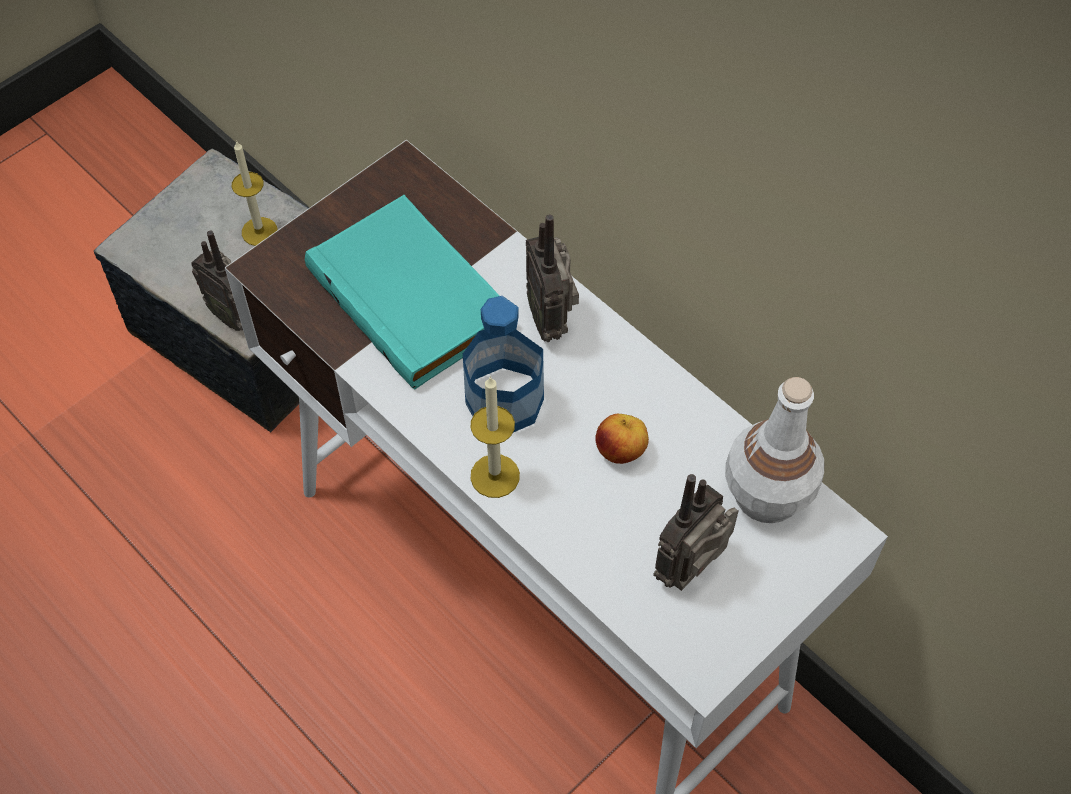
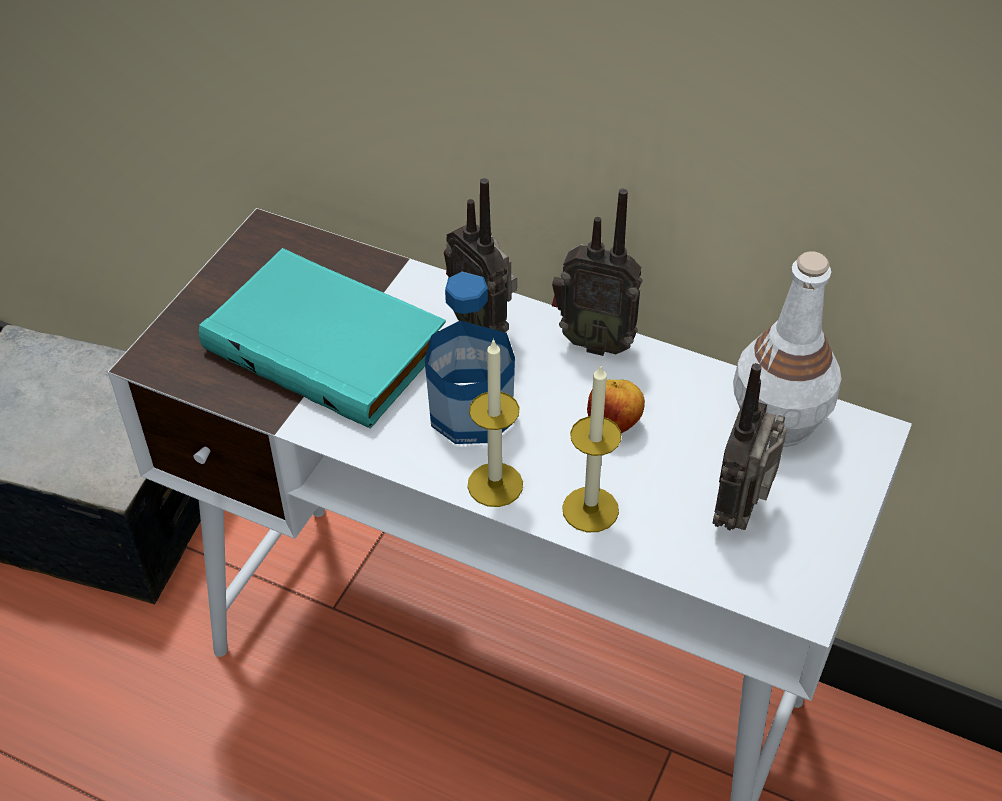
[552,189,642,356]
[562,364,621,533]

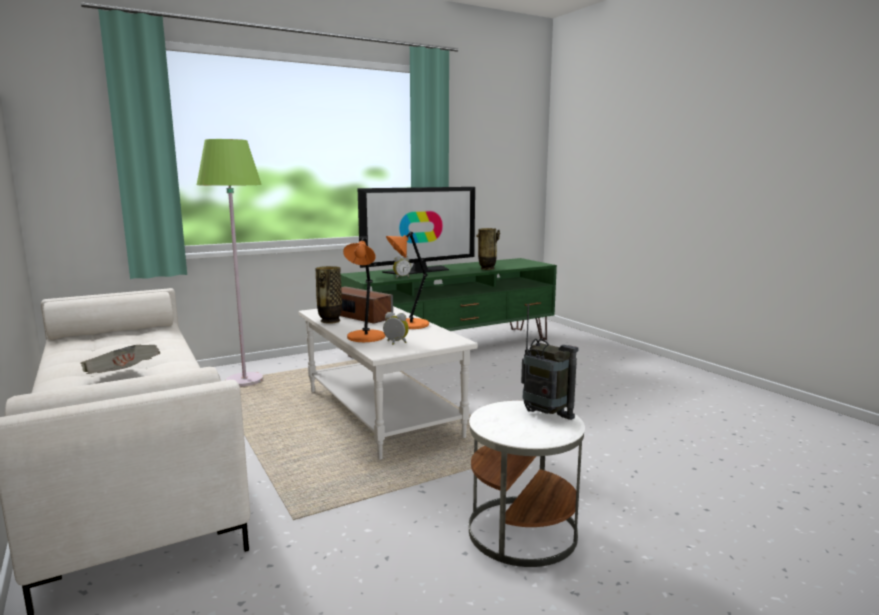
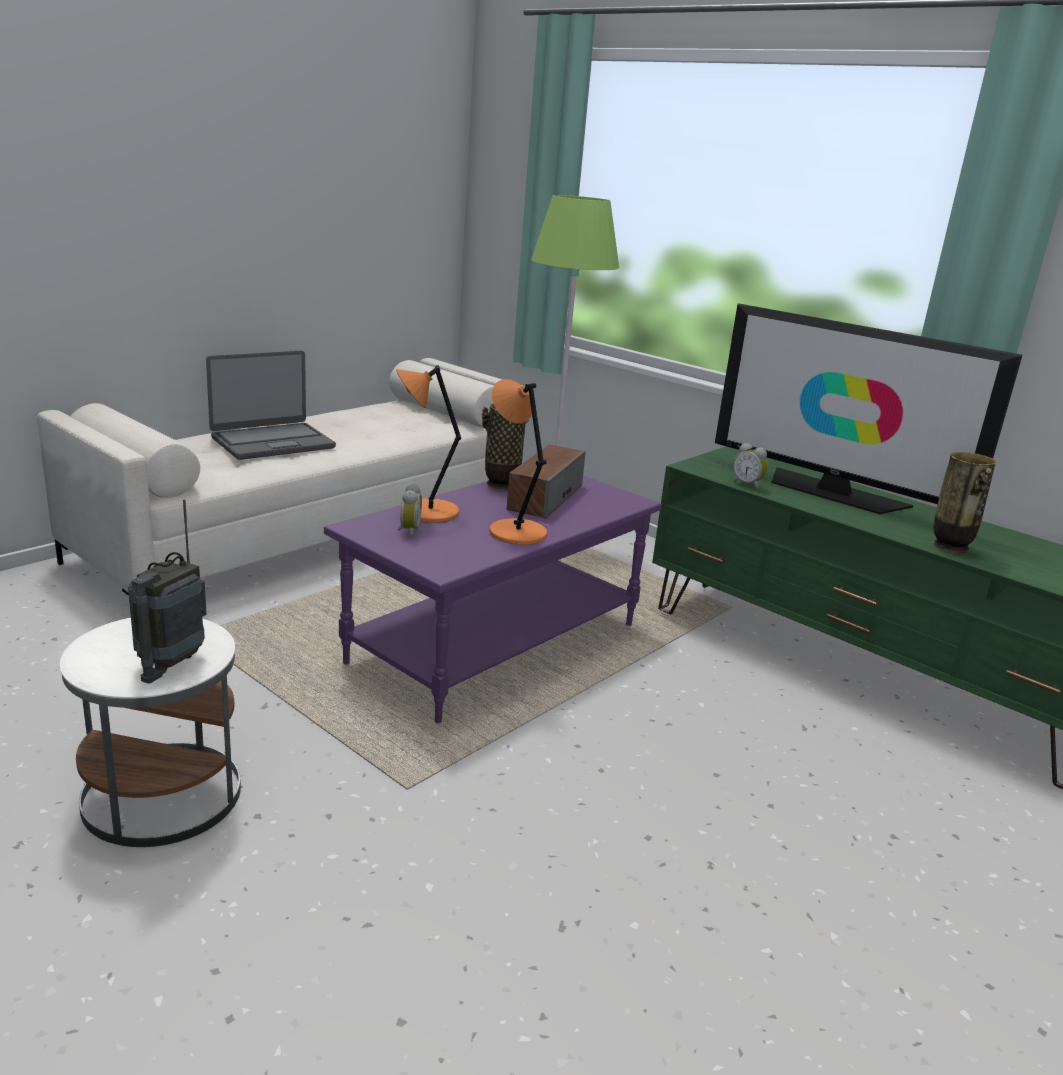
[206,351,336,460]
[324,476,662,723]

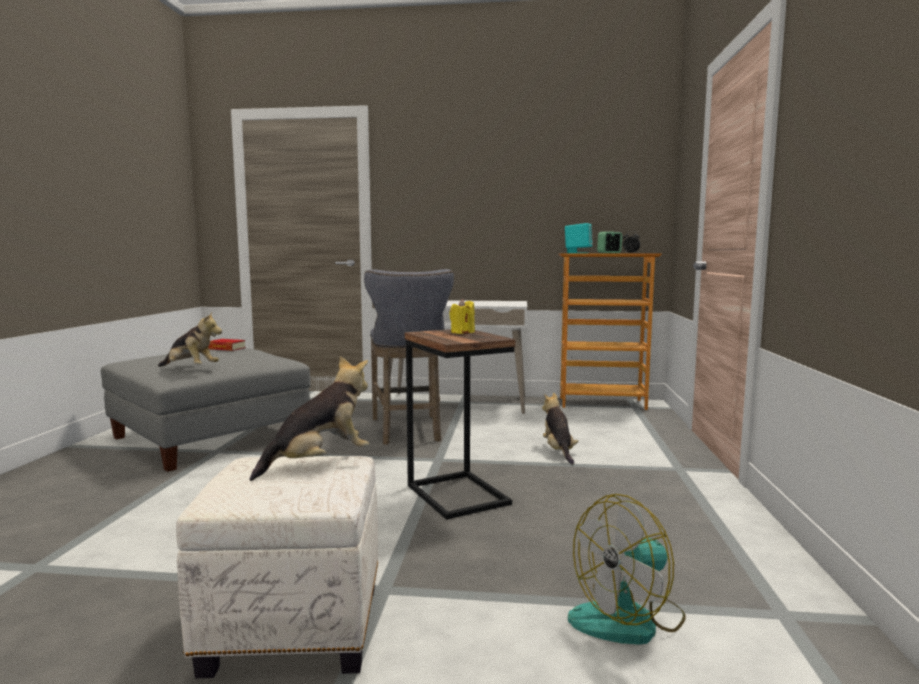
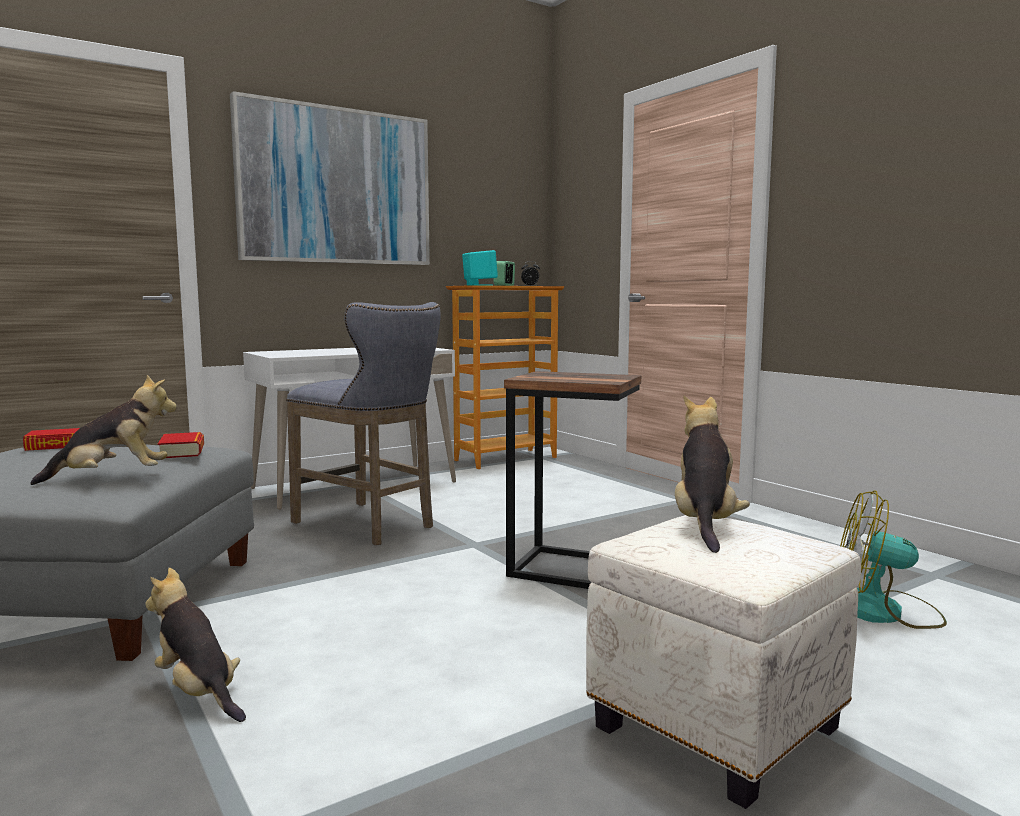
[145,567,246,722]
[158,432,204,458]
[230,91,430,265]
[840,490,947,629]
[449,299,475,334] (first image)

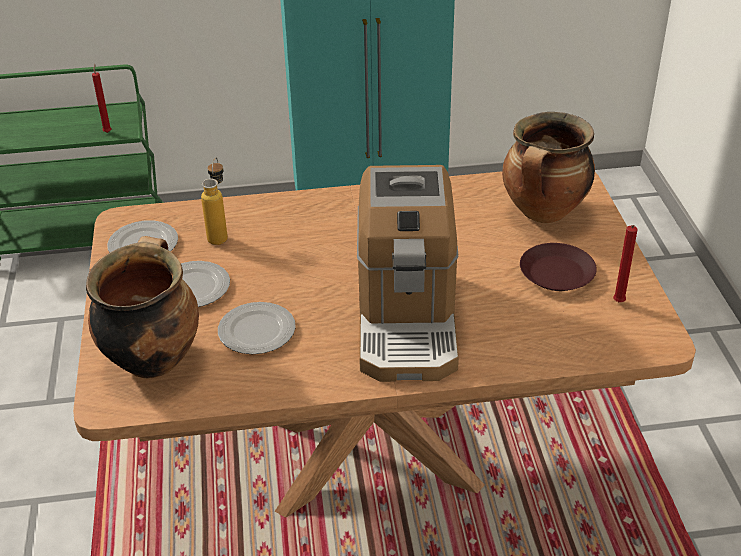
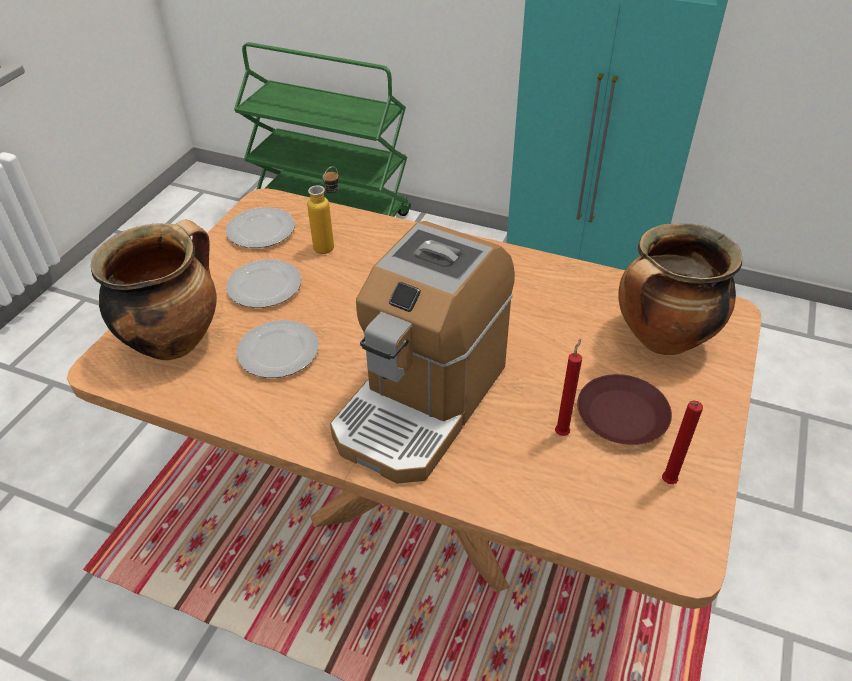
[555,339,582,436]

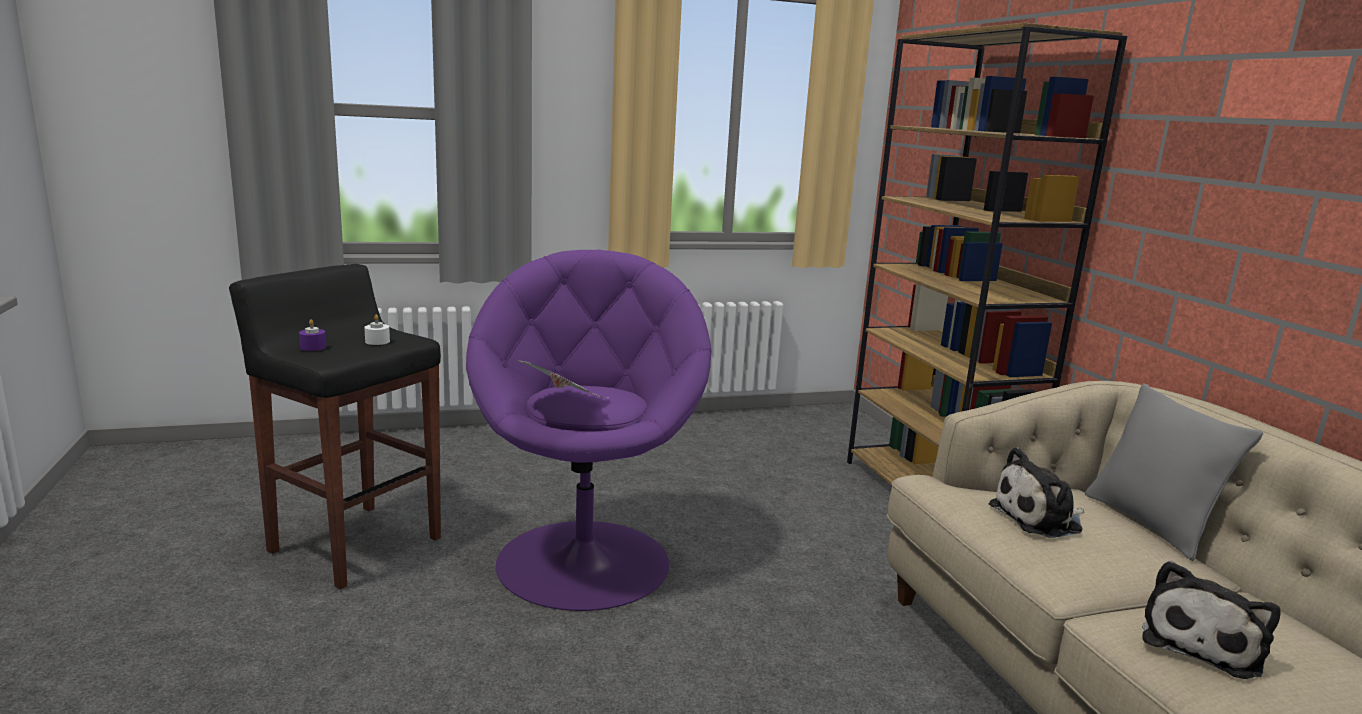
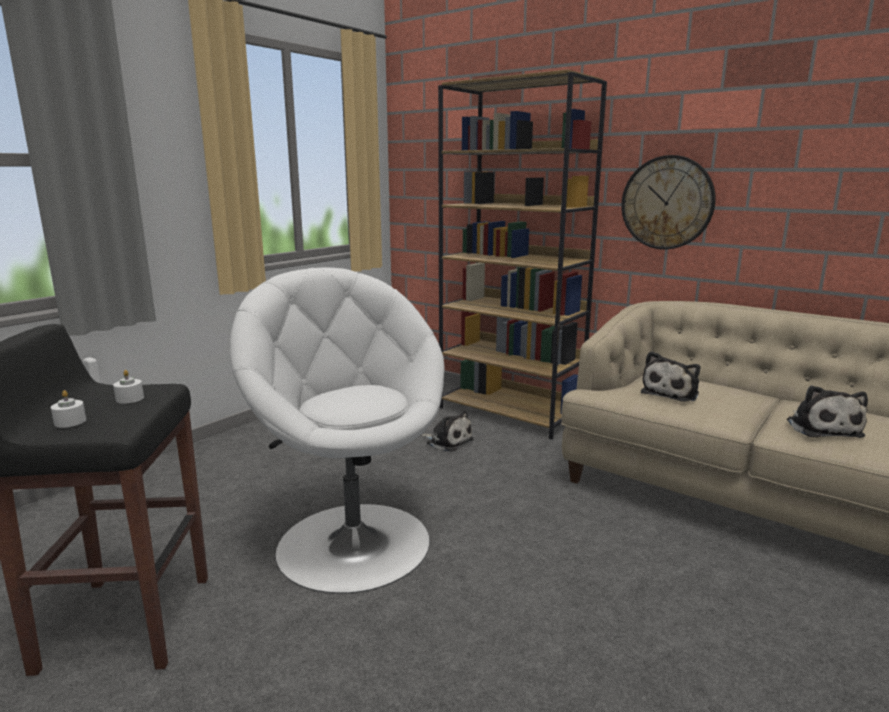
[51,390,86,428]
[230,268,445,594]
[422,410,474,452]
[621,155,716,250]
[517,361,608,398] (first image)
[1085,383,1263,561] (first image)

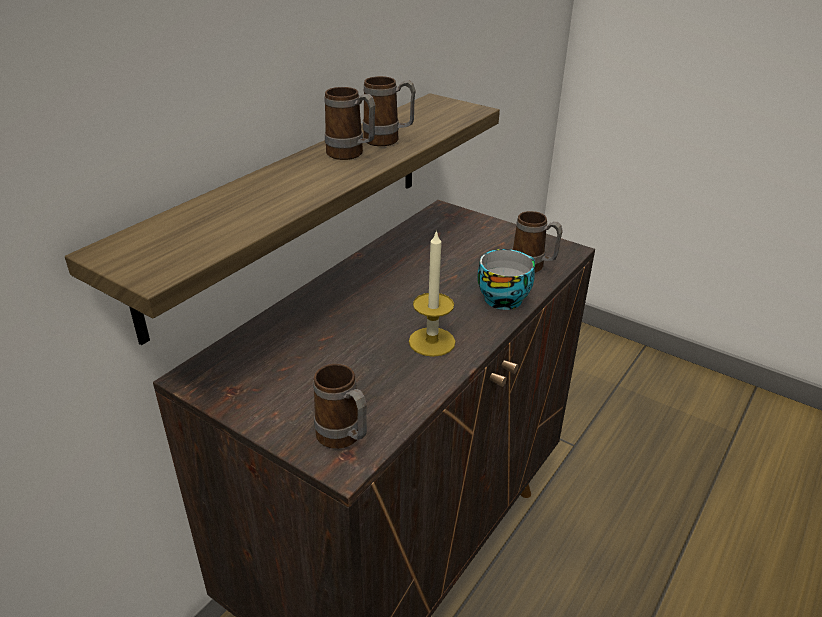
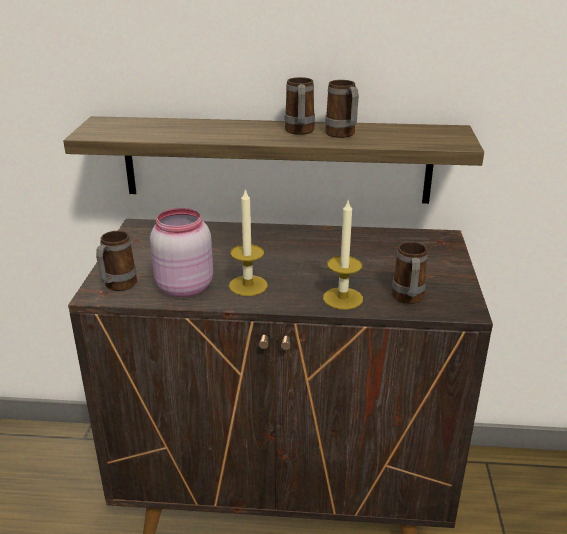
[150,208,213,297]
[323,201,363,310]

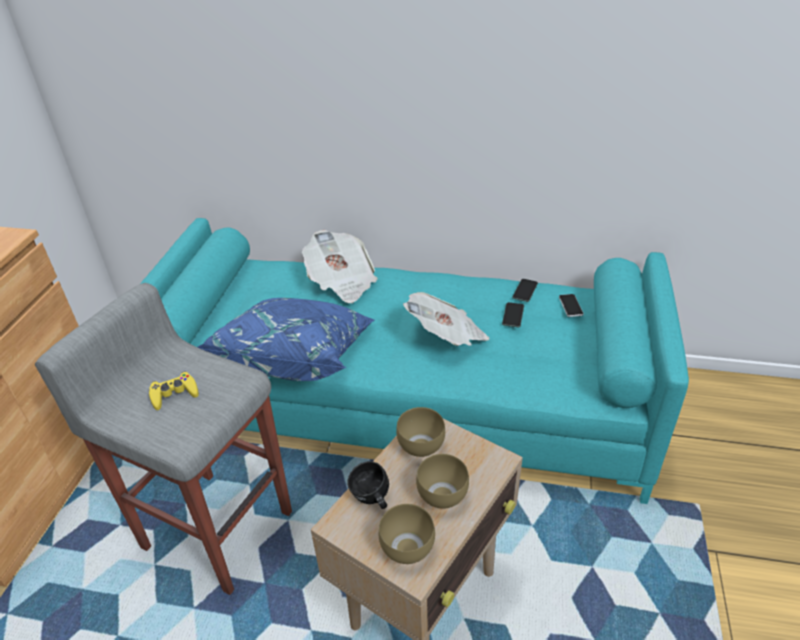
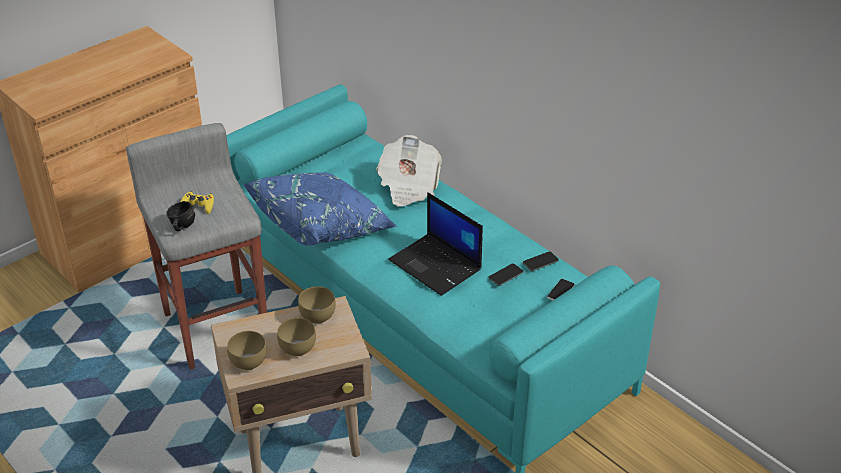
[166,201,195,231]
[388,192,483,296]

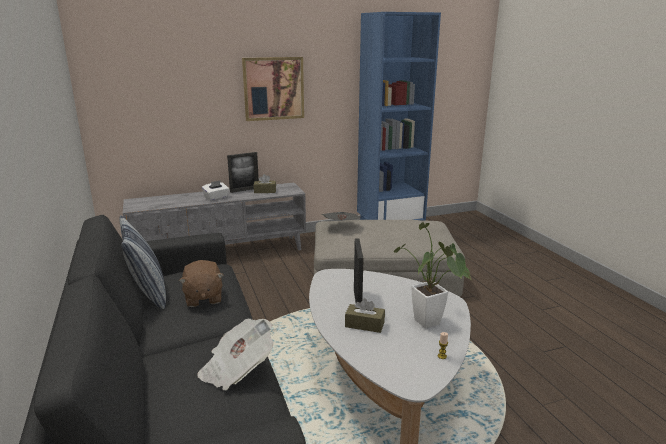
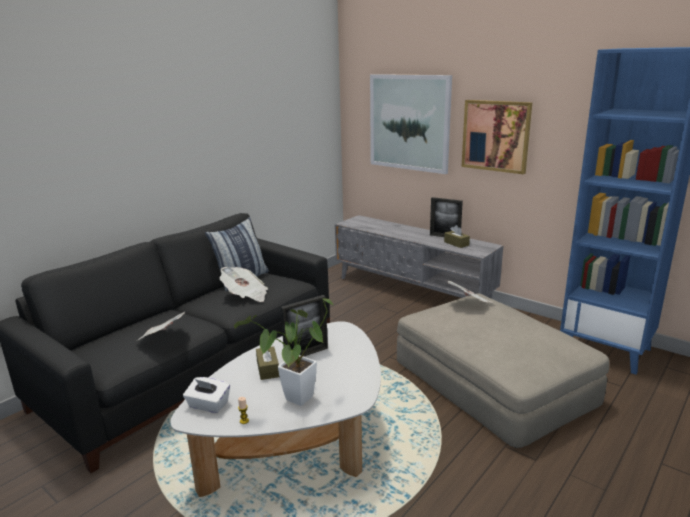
[183,377,230,413]
[220,267,268,302]
[370,74,452,174]

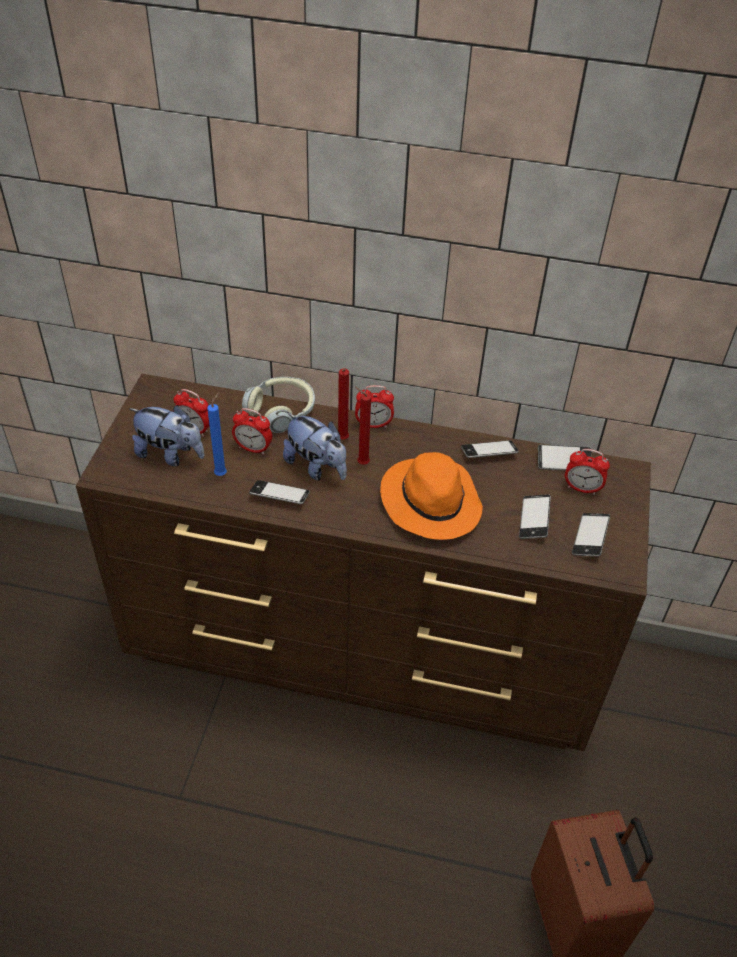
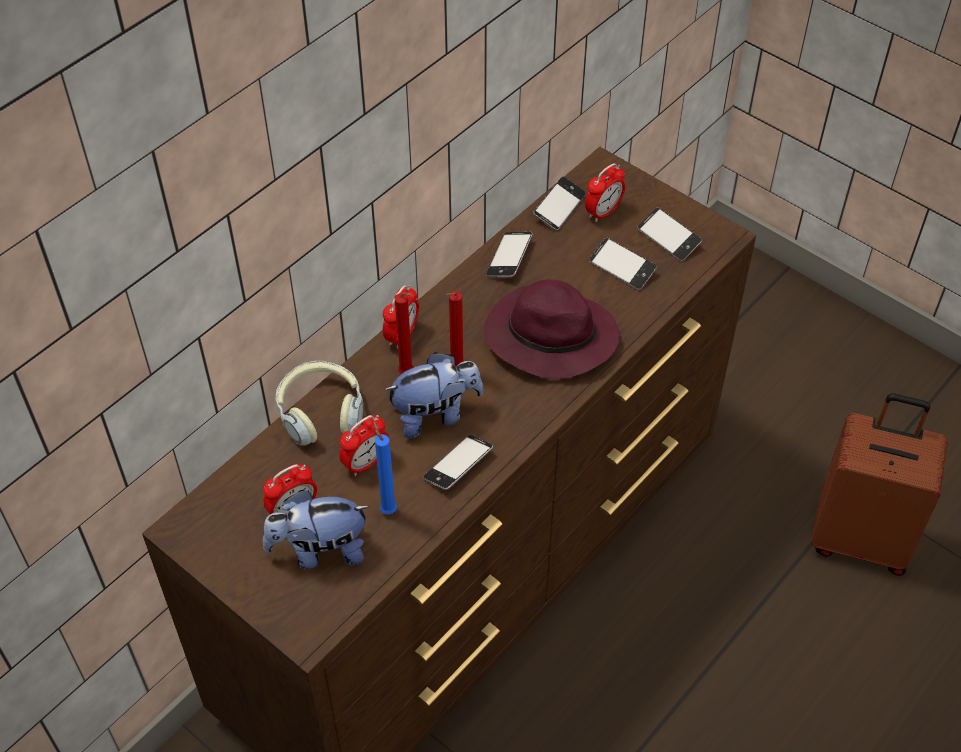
[263,490,370,569]
[484,279,620,380]

